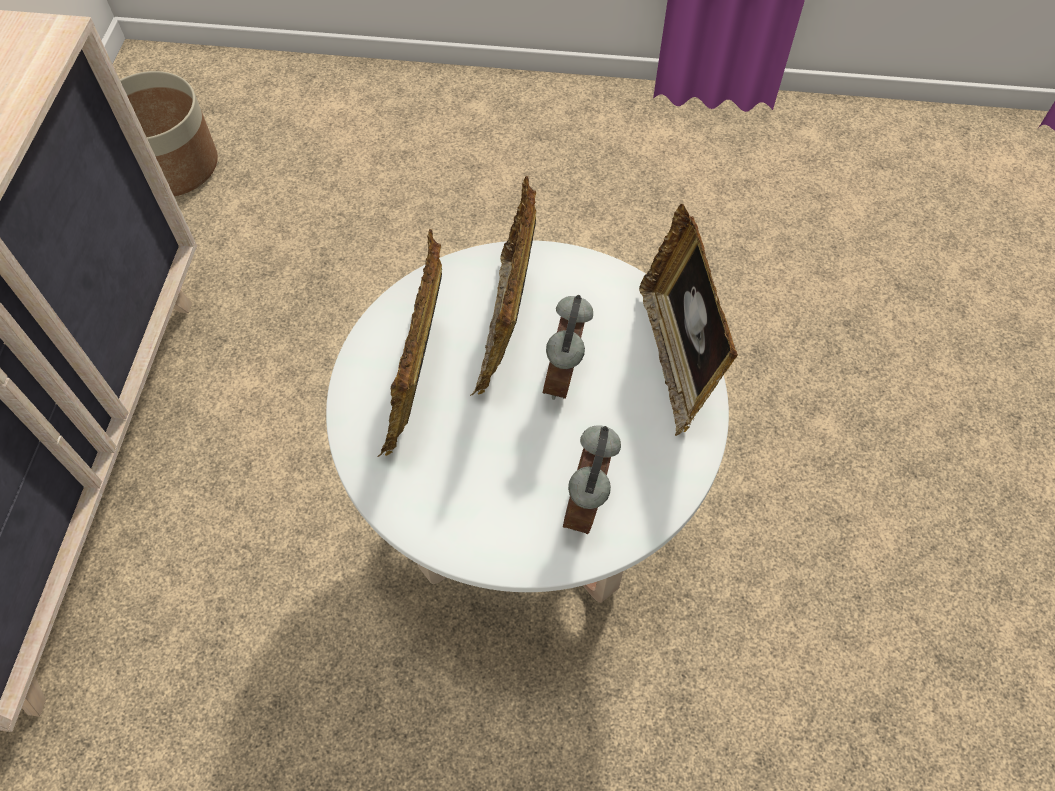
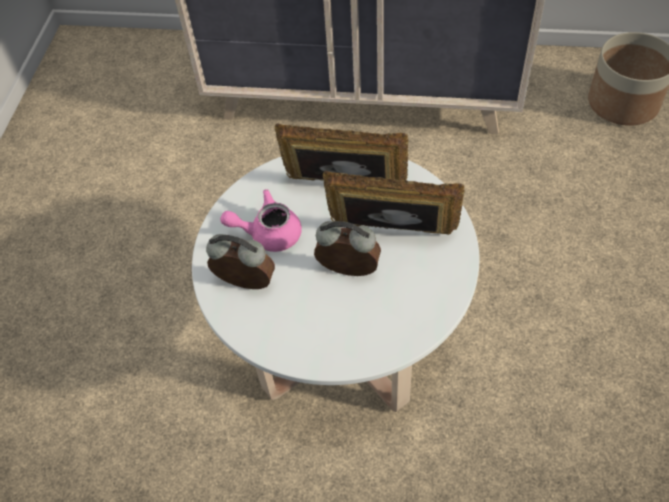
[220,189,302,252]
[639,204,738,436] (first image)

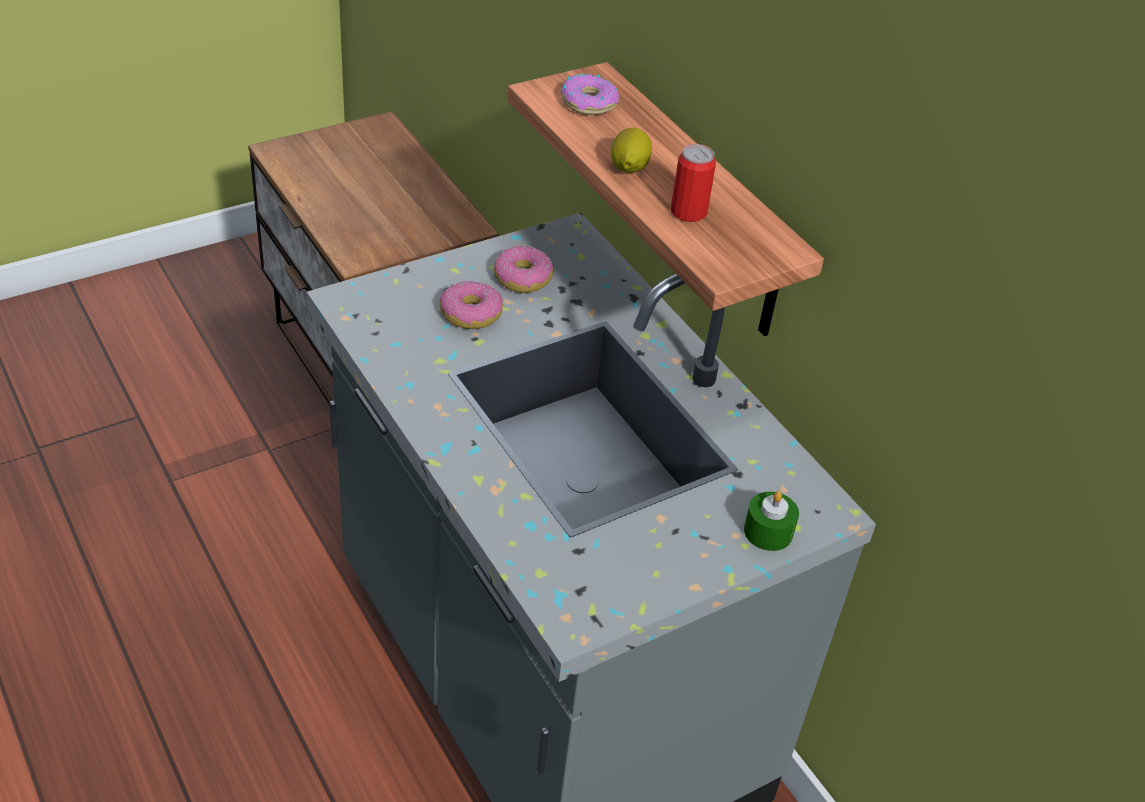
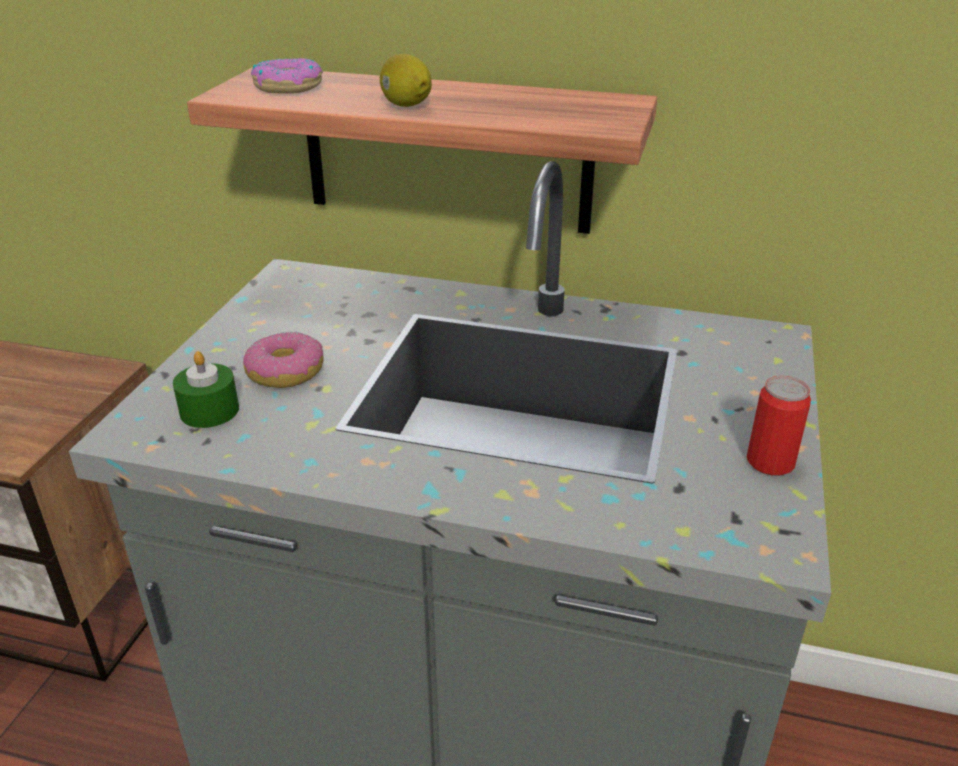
[173,351,239,428]
[747,375,811,475]
[494,245,553,293] (first image)

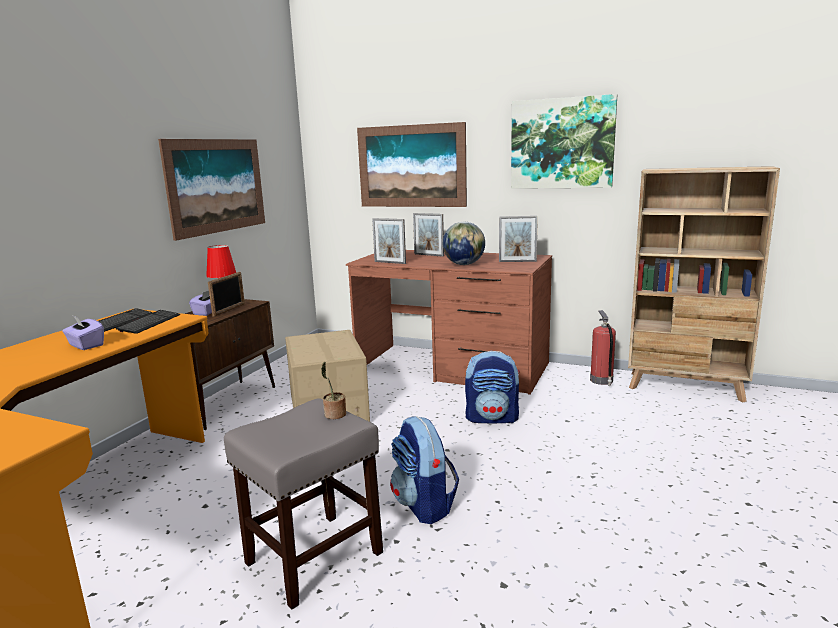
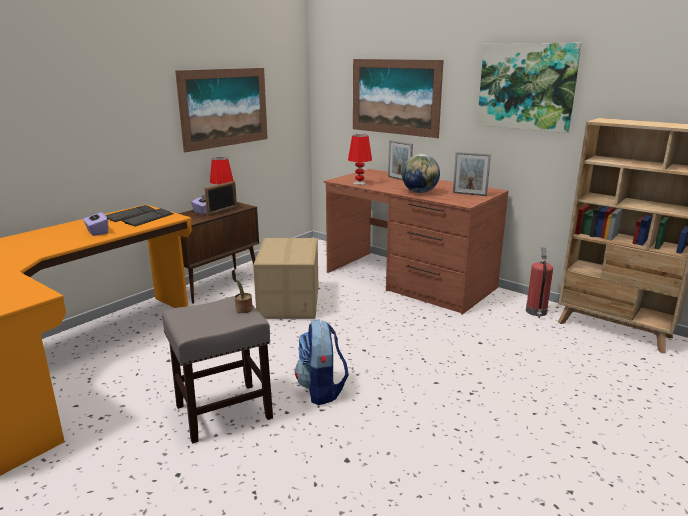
[348,134,372,185]
[465,351,520,423] (first image)

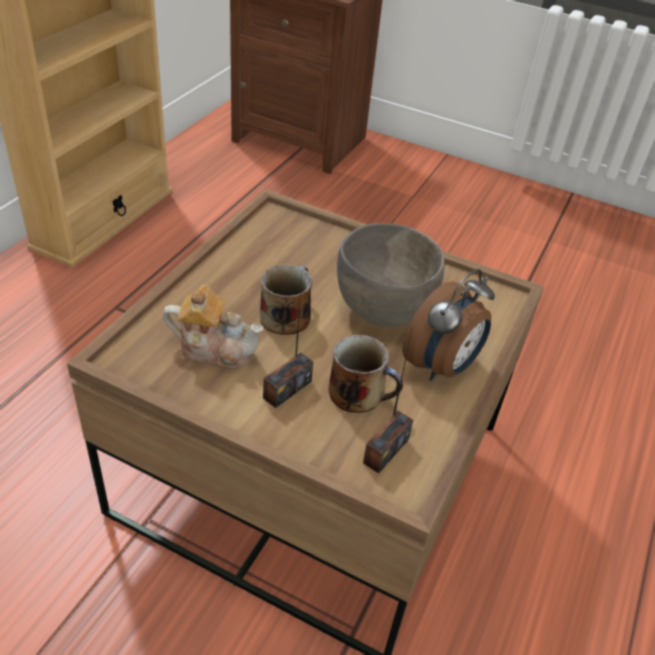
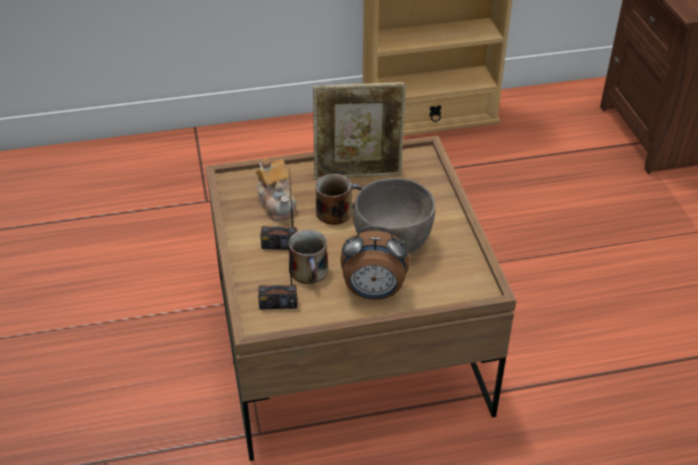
[313,82,406,180]

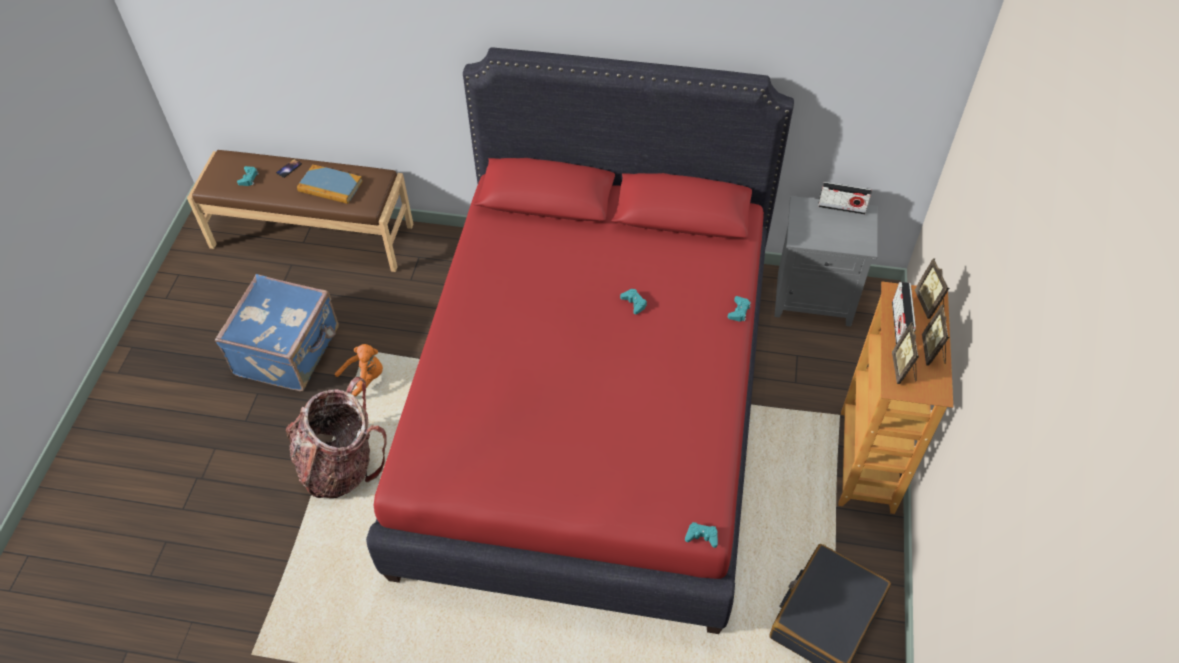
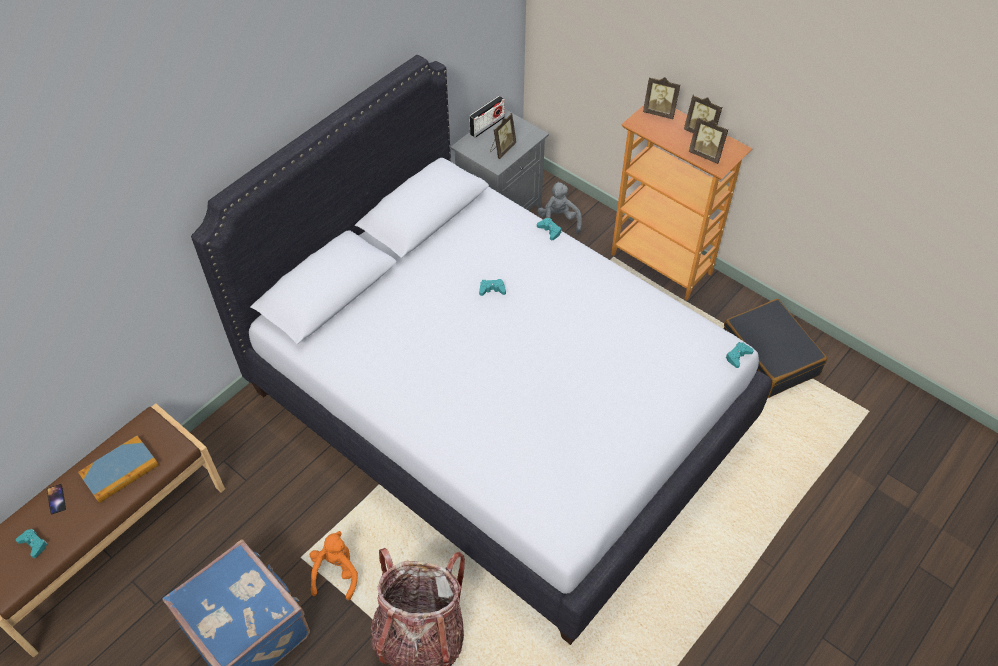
[191,55,772,645]
[490,113,516,159]
[537,182,582,234]
[892,282,916,344] (first image)

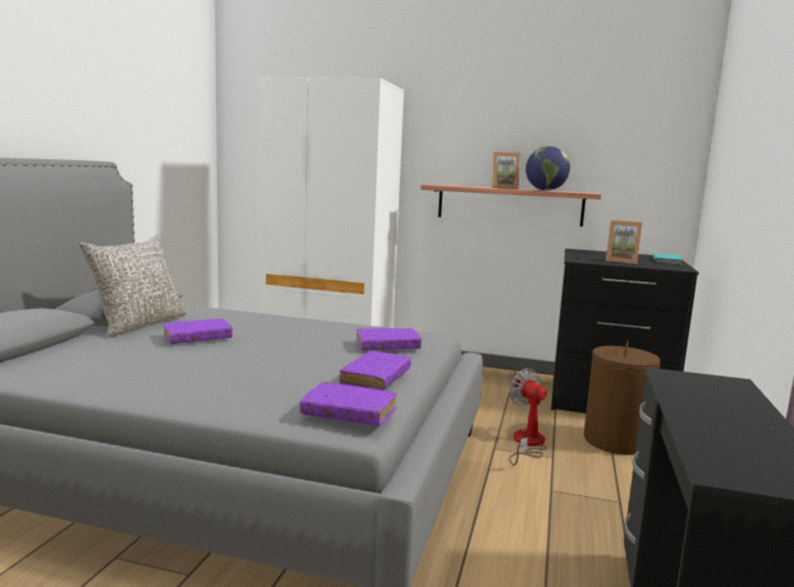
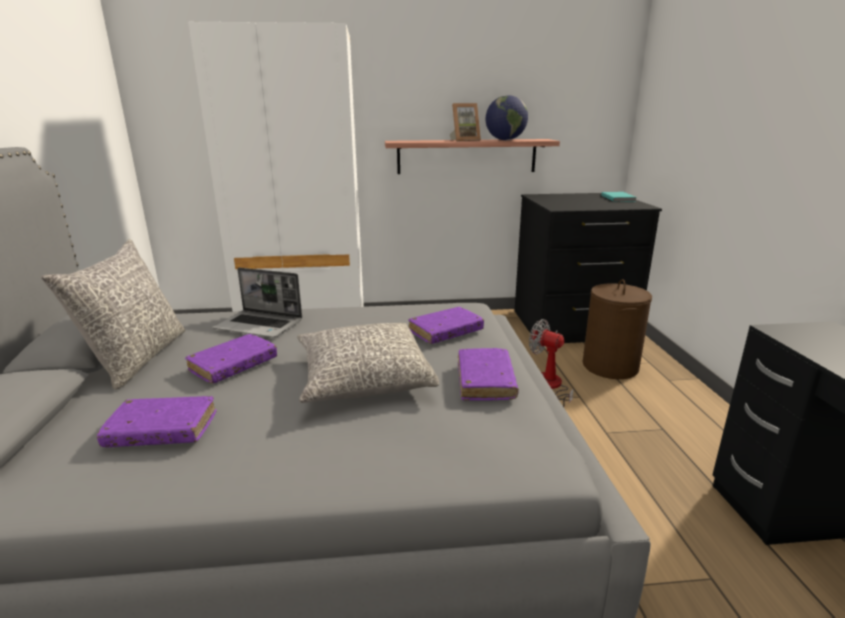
[97,396,217,447]
[213,267,302,338]
[297,323,439,403]
[606,220,642,264] (first image)

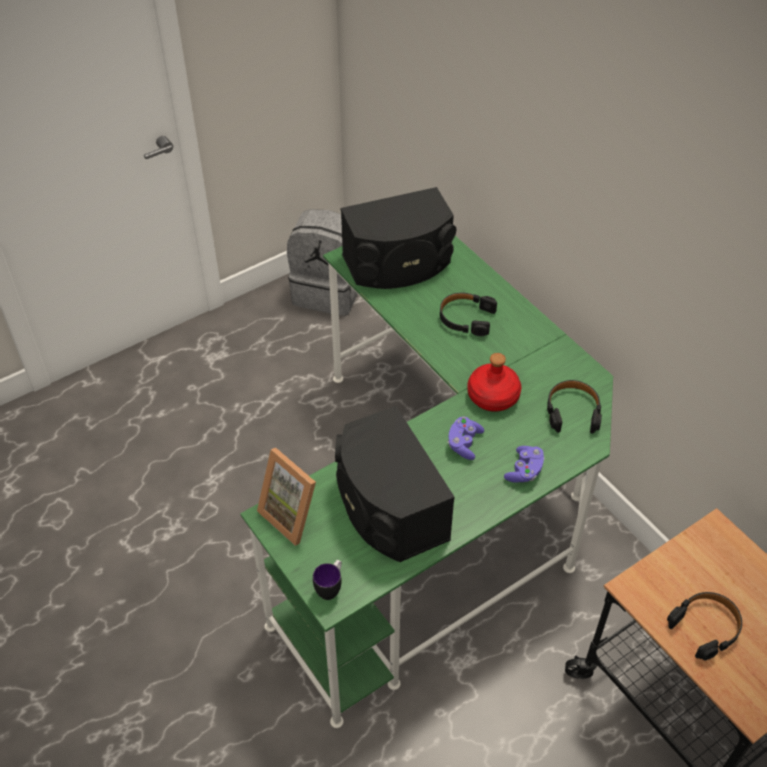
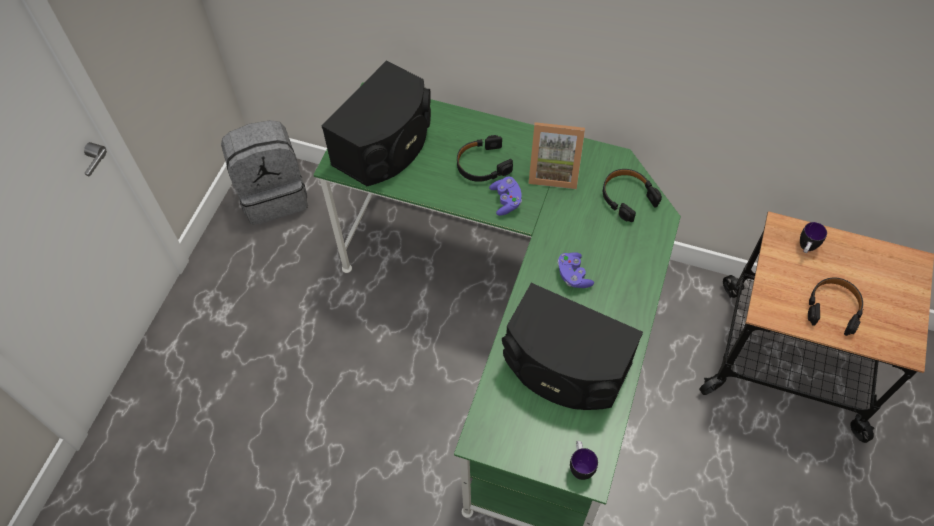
[489,177,522,216]
[529,122,585,189]
[800,222,827,253]
[468,353,521,412] (first image)

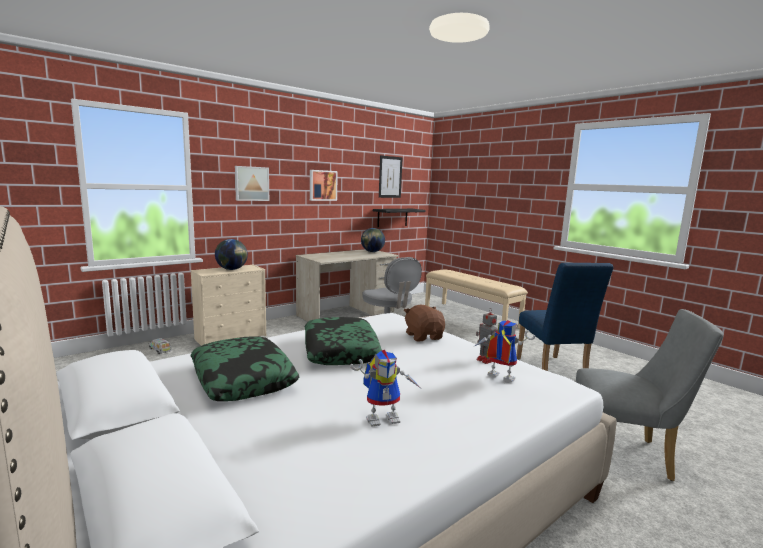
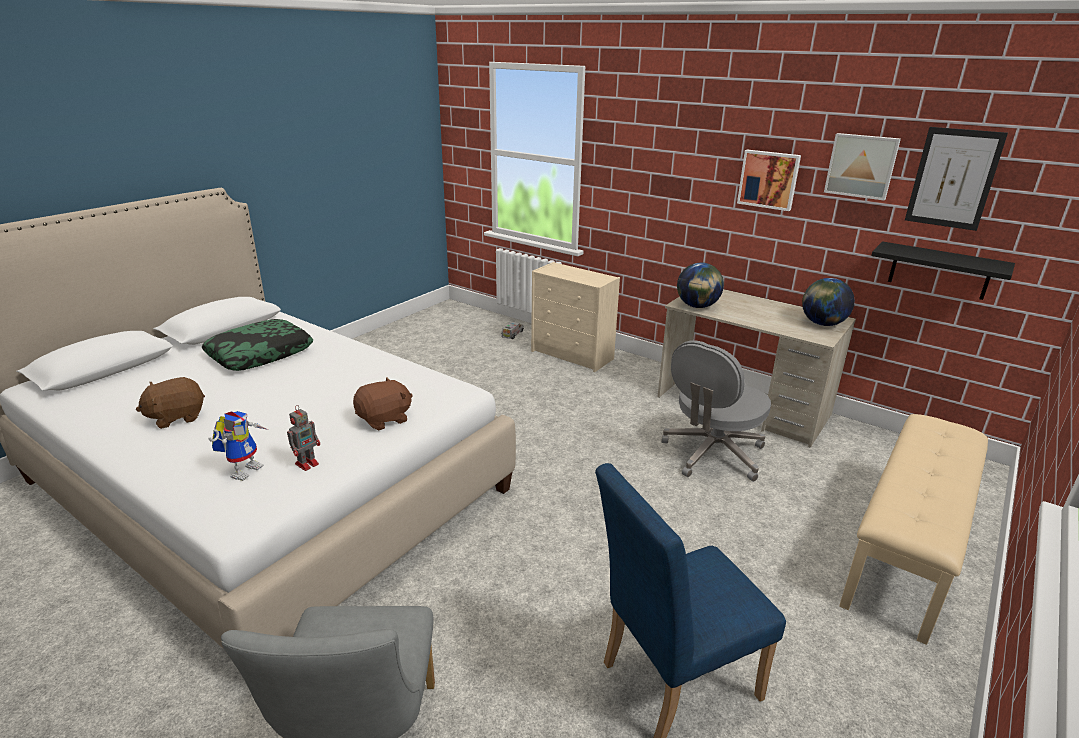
[136,377,205,429]
[677,263,724,308]
[824,133,901,200]
[304,317,382,365] (first image)

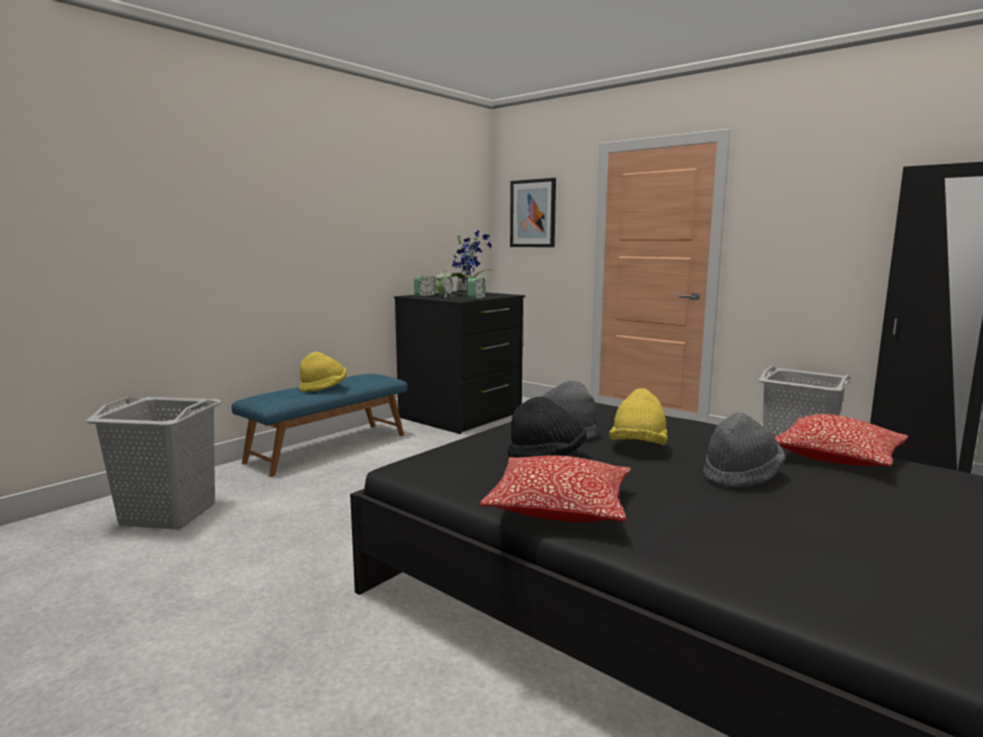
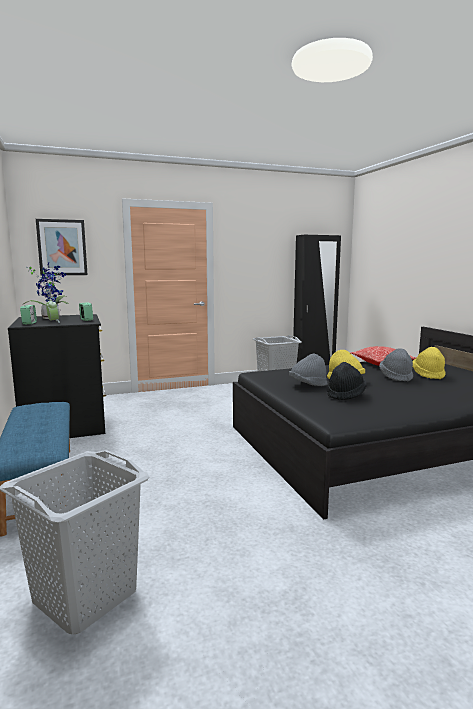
[413,347,446,379]
[479,455,631,522] (first image)

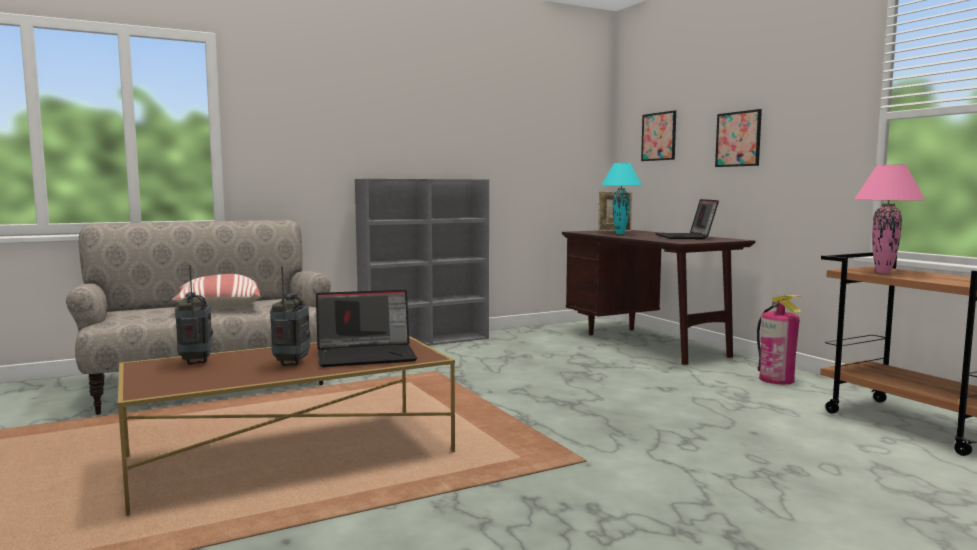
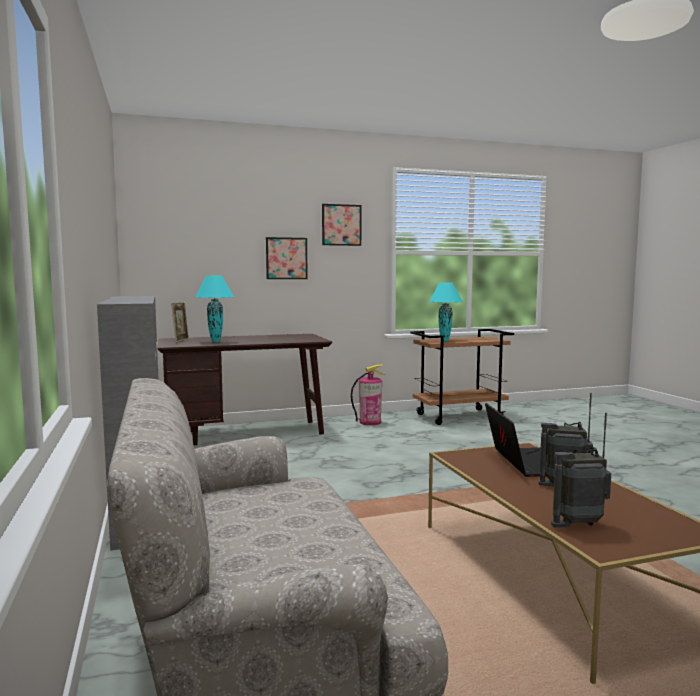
[322,204,361,246]
[429,283,463,342]
[172,274,261,308] (first image)
[655,199,719,239] (first image)

